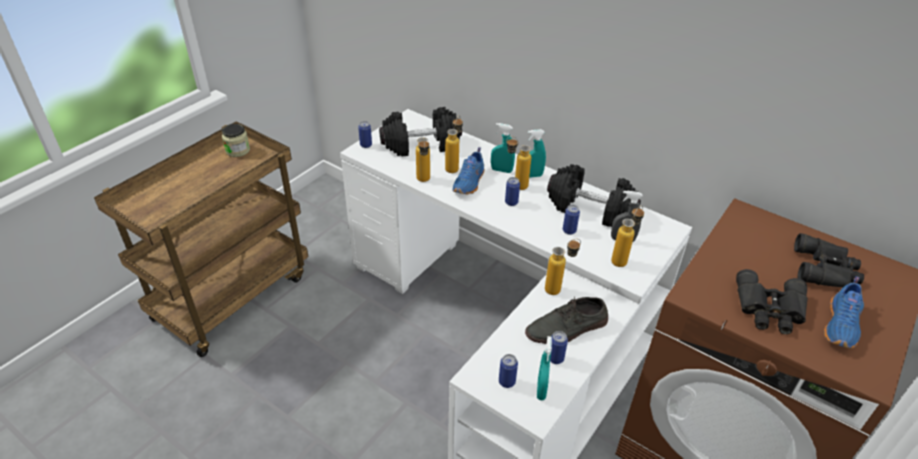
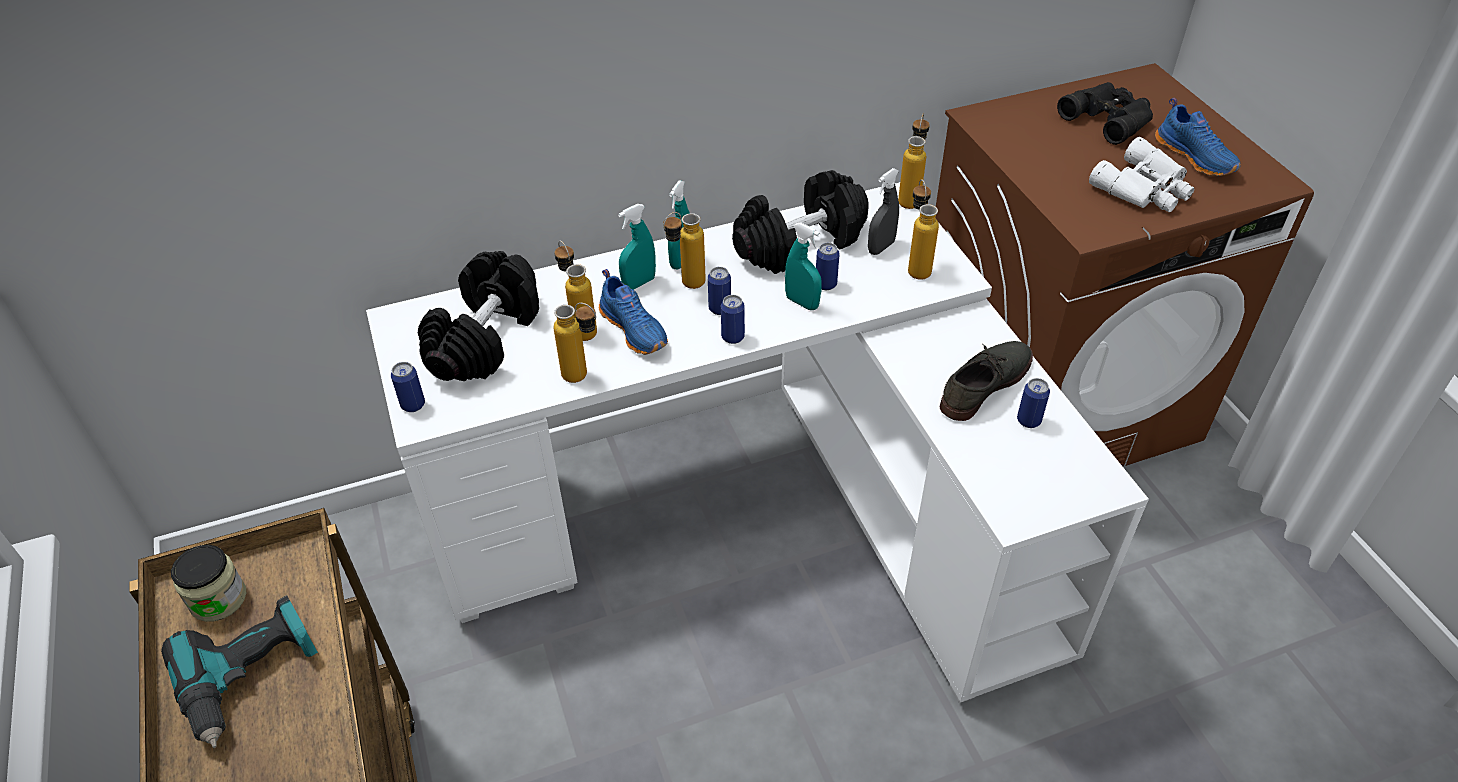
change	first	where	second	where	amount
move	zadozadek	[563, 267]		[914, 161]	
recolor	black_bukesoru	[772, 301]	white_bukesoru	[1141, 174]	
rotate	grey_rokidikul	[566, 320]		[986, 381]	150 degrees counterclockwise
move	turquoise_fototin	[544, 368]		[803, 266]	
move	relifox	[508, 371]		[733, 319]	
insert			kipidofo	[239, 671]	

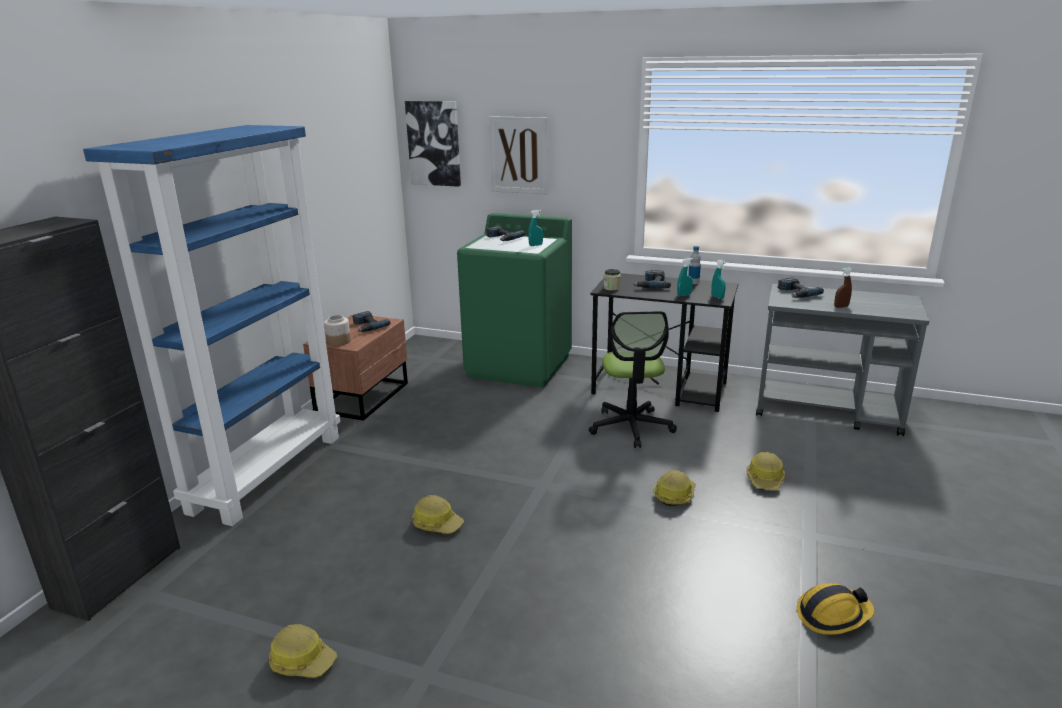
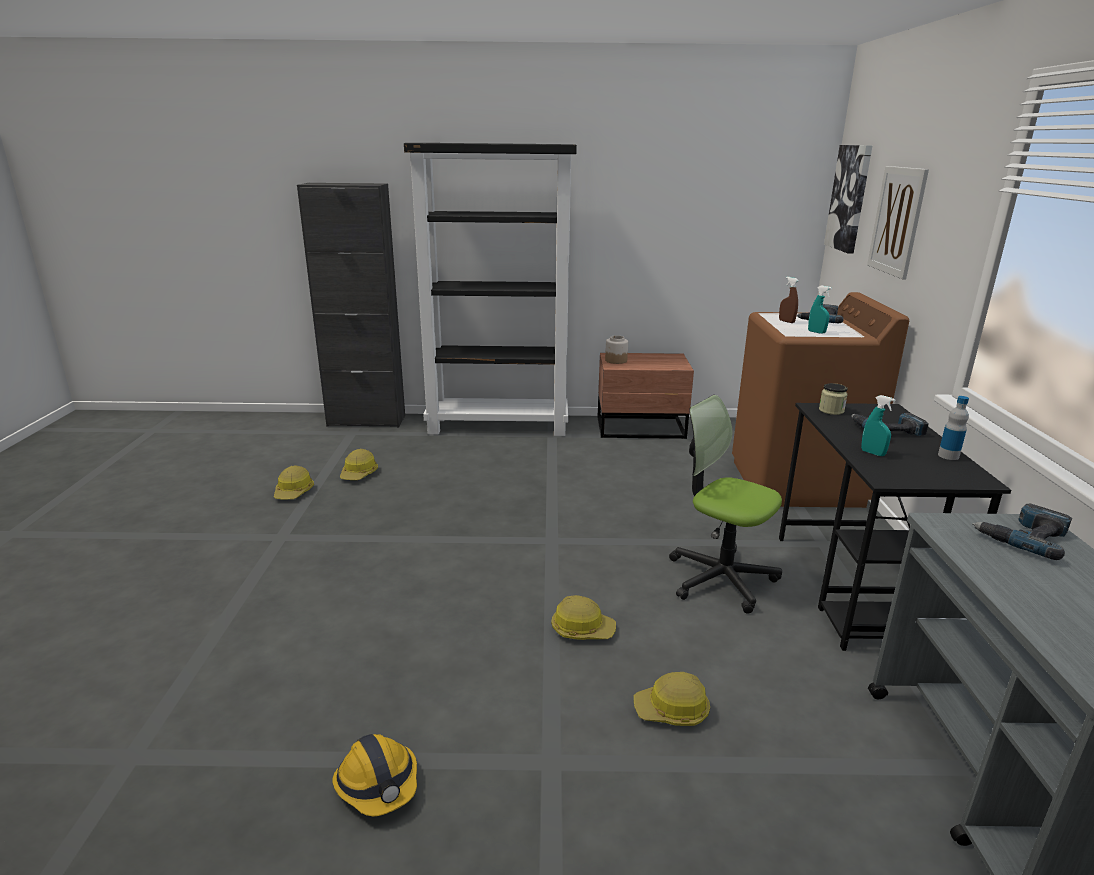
change	first	where	second	where	amount
recolor	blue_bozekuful	[211, 325]	black_bozekuful	[490, 289]	
recolor	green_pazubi	[514, 300]	brown_pazubi	[820, 400]	
delete	turquoise_fototin	[718, 279]			
move	brown_fototin	[843, 288]		[789, 300]	
delete	kipidofo	[371, 321]			
rotate	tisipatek	[633, 379]		[725, 504]	60 degrees clockwise
move	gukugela	[438, 514]		[359, 464]	

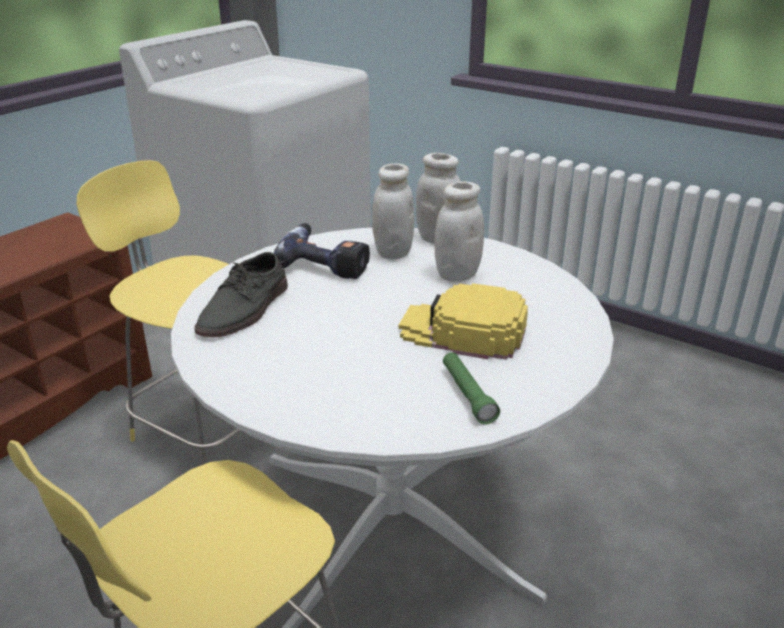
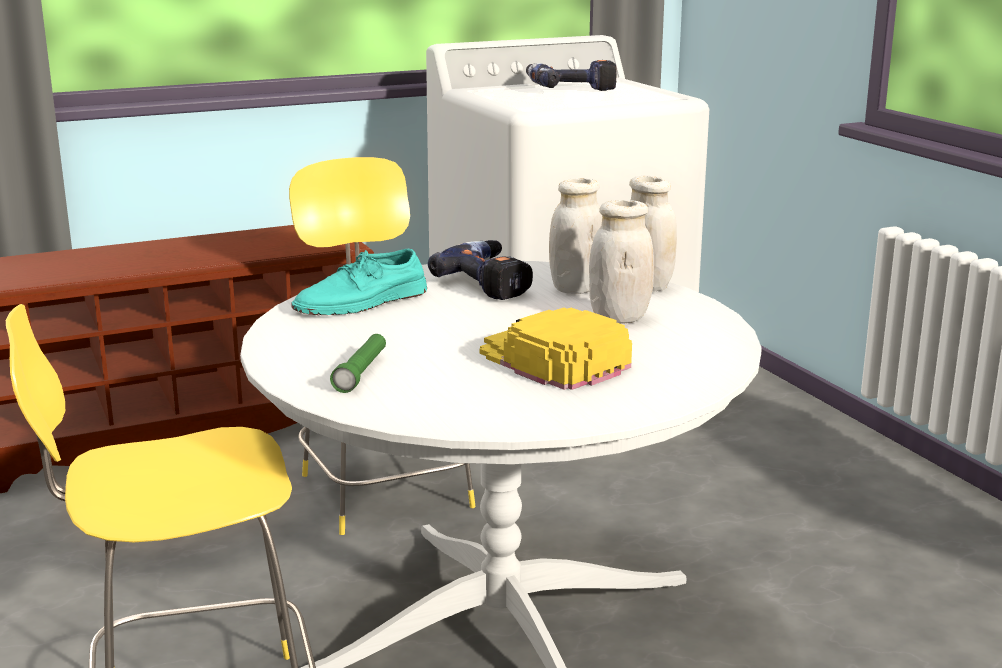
change	first	where	second	where	amount
recolor	grey_rokidikul	[241, 294]	turquoise_rokidikul	[359, 282]	
move	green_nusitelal	[471, 388]		[358, 363]	
insert			kipidofo	[571, 75]	

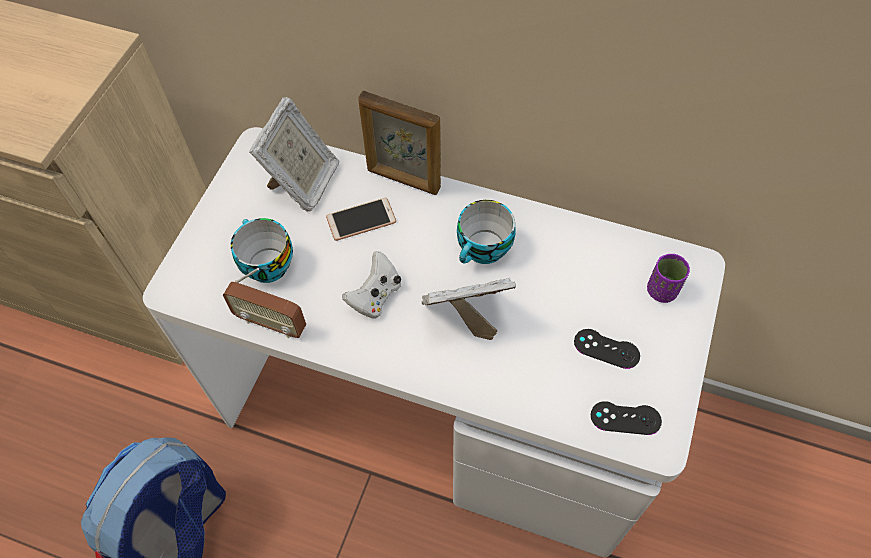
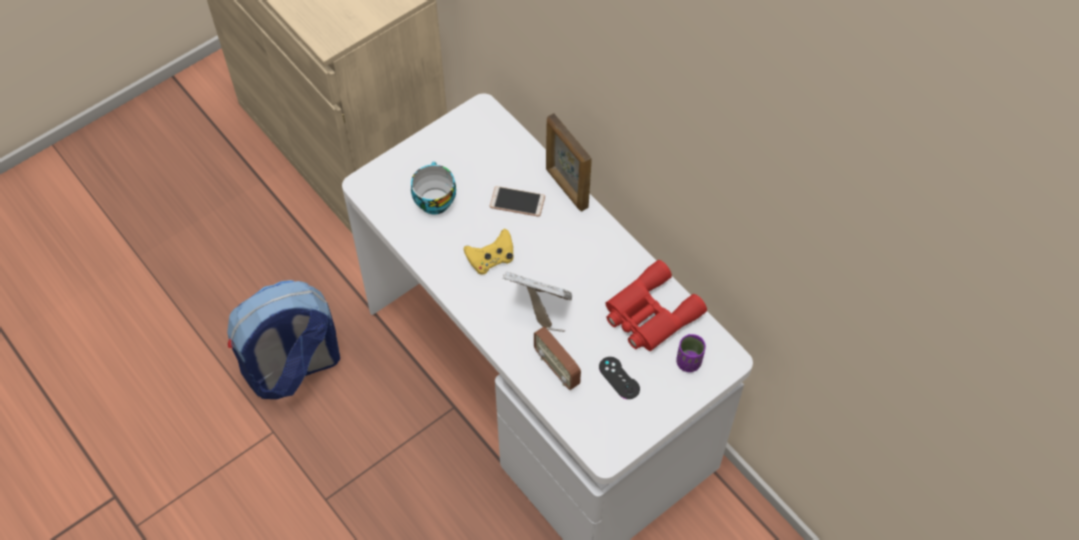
change	first	where	second	where	amount
delete	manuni	[294, 154]			
delete	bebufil	[486, 232]			
recolor	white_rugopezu	[371, 285]	yellow_rugopezu	[489, 251]	
move	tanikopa	[264, 303]		[557, 358]	
delete	black_rugopezu	[626, 418]			
insert			red_bukesoru	[656, 305]	

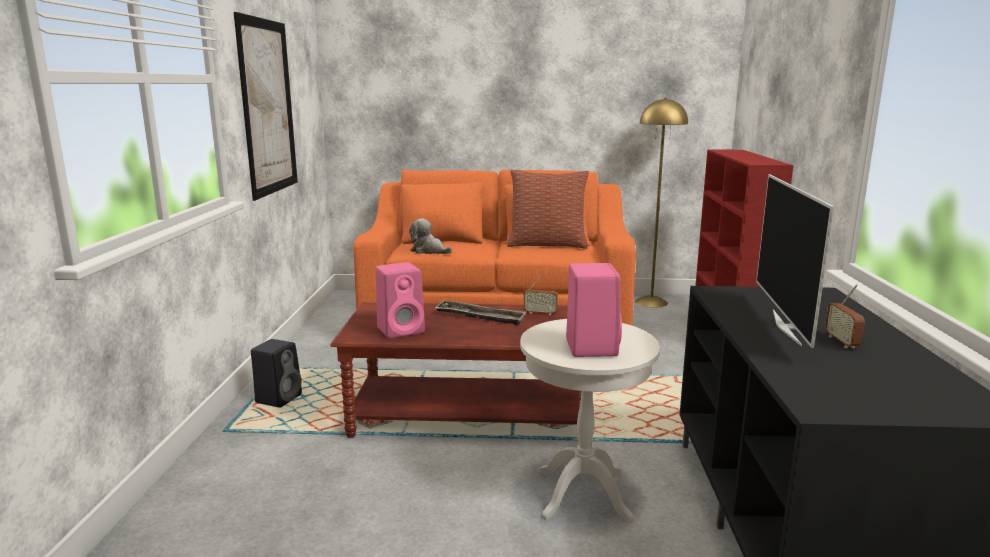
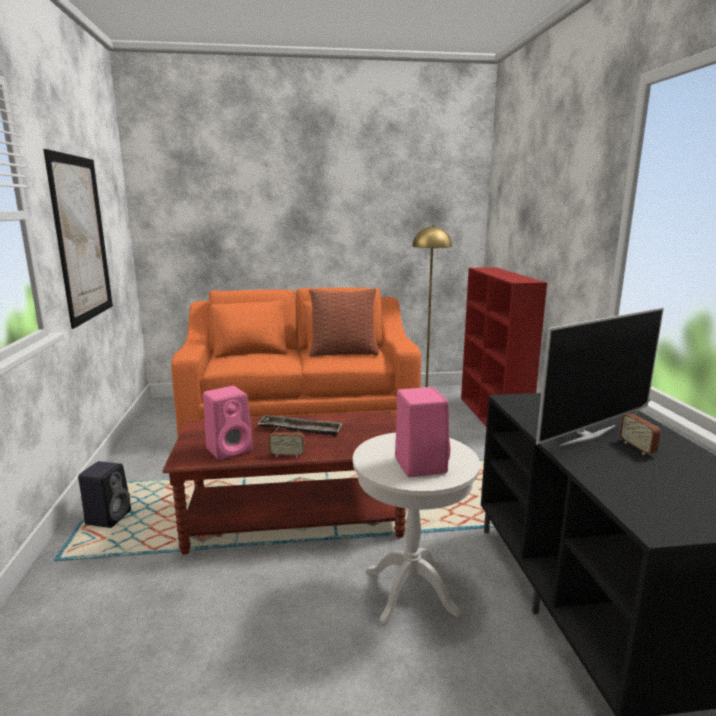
change	first	where	second	where	amount
rotate	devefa	[795, 261]		[600, 377]	120 degrees counterclockwise
delete	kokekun	[430, 236]			
move	tanikopa	[540, 294]		[287, 436]	

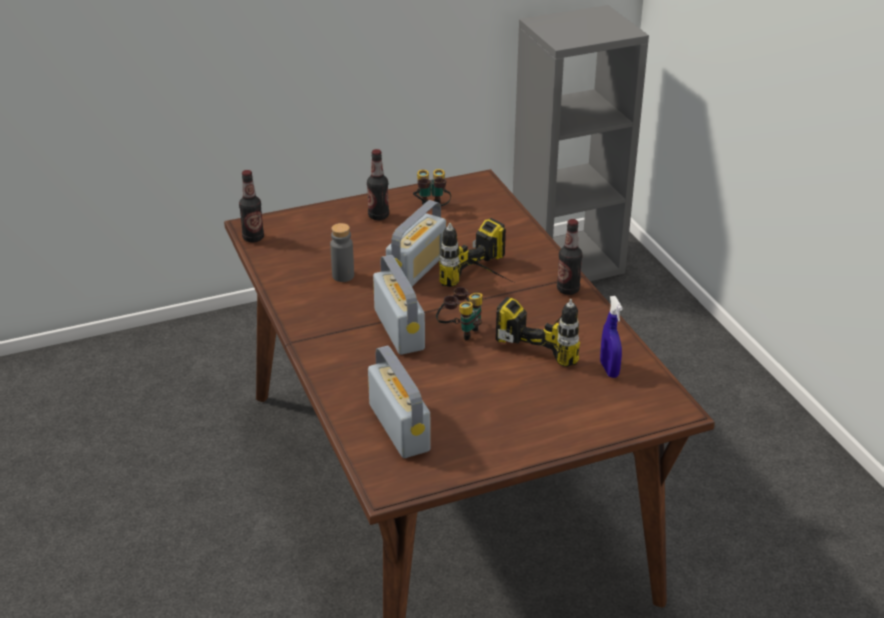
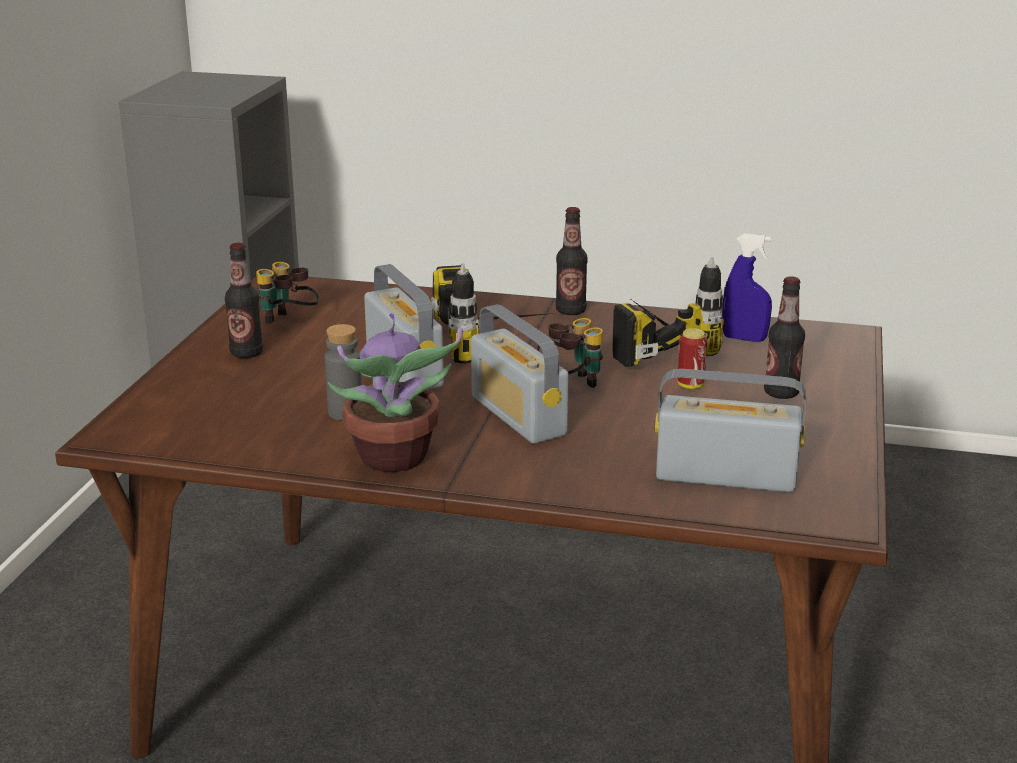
change	first	where	second	where	amount
move	zadozadek	[251, 206]		[784, 337]	
rotate	tanikopa	[399, 305]		[520, 374]	135 degrees counterclockwise
insert			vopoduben	[395, 392]	
insert			relifox	[692, 358]	

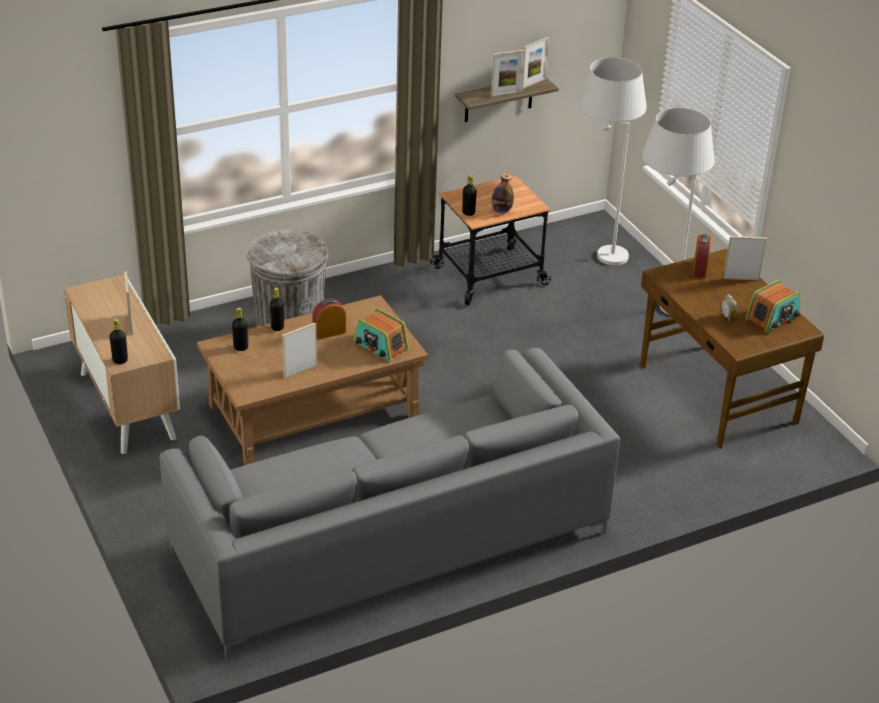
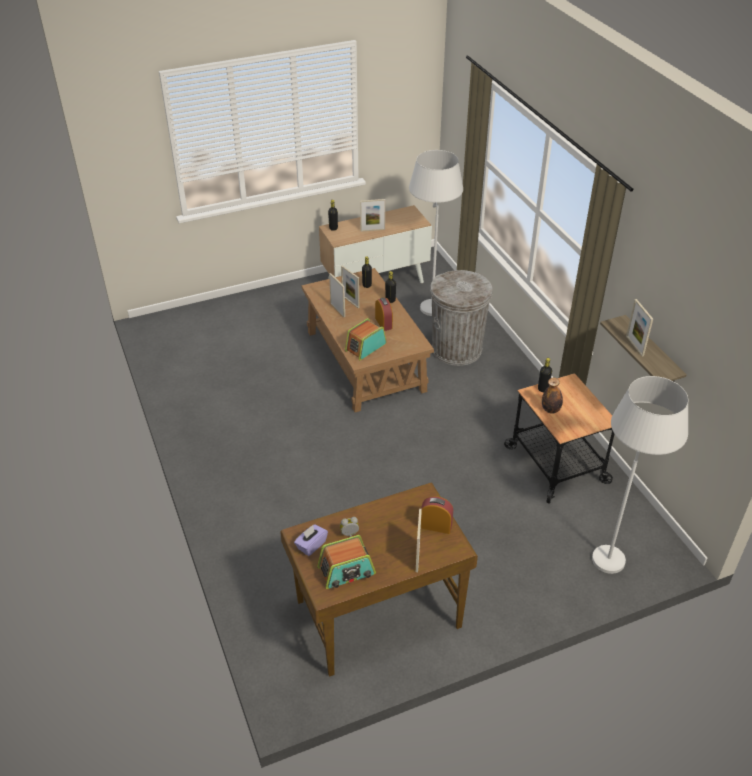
change	first	where	second	where	amount
move	manuni	[536, 63]		[350, 286]	
move	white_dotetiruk	[678, 211]		[436, 233]	
rotate	tanikopa	[772, 306]		[346, 562]	75 degrees counterclockwise
delete	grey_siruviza	[390, 504]			
insert			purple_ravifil	[311, 540]	

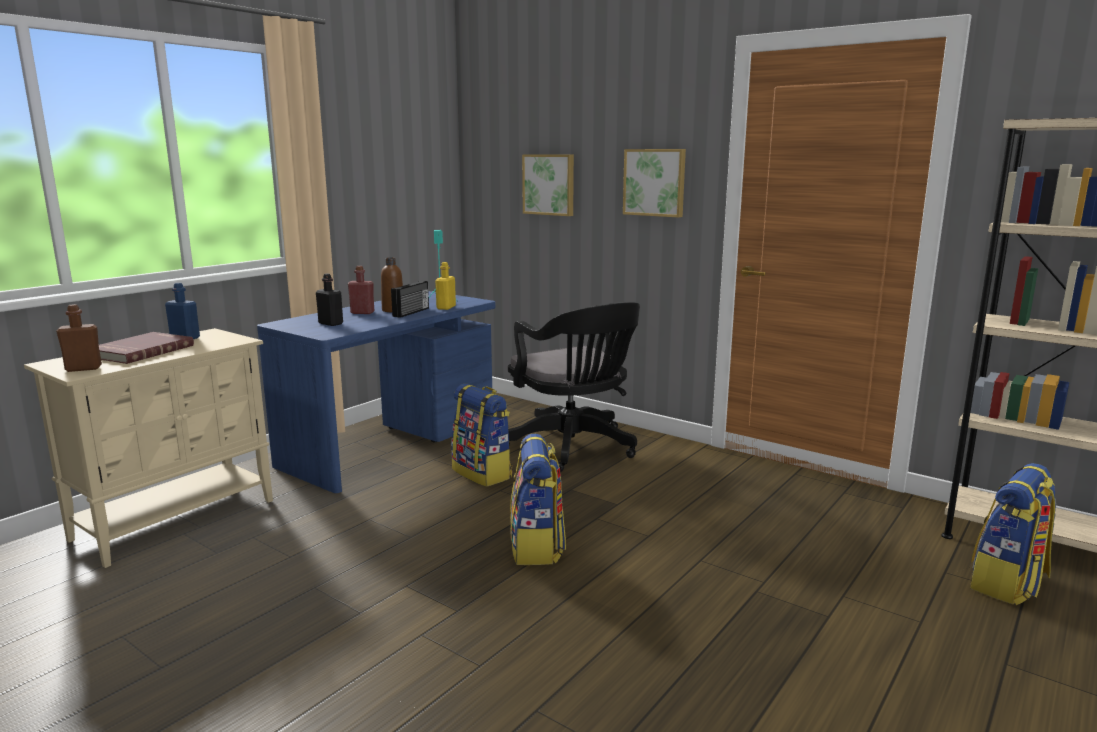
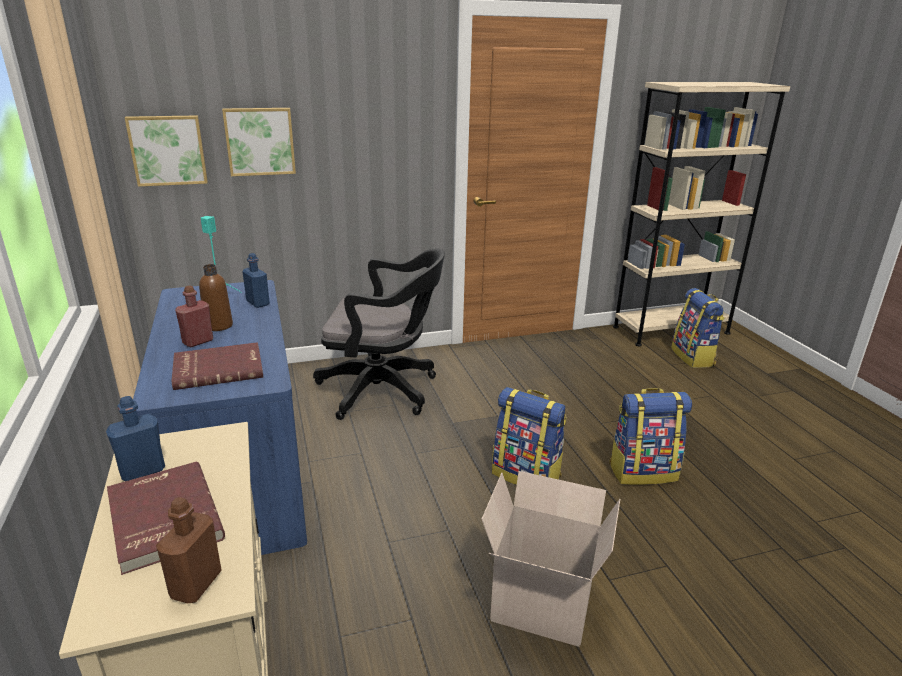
change	first	where	second	where	amount
move	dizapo	[654, 183]		[166, 151]	
recolor	yellow_zadozadek	[445, 286]	blue_zadozadek	[256, 280]	
replace	black_zadozadek	[329, 300]	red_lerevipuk	[217, 366]	
delete	tanikopa	[410, 299]			
move	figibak	[482, 435]		[650, 436]	
insert			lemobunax	[551, 559]	

